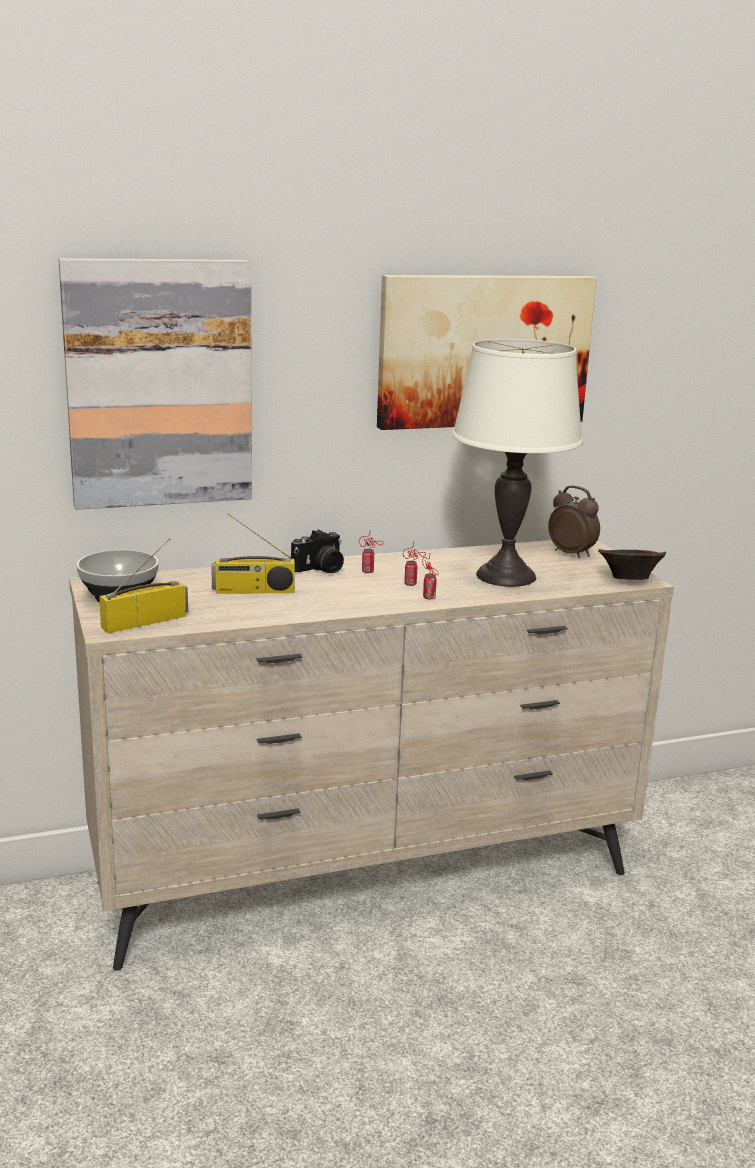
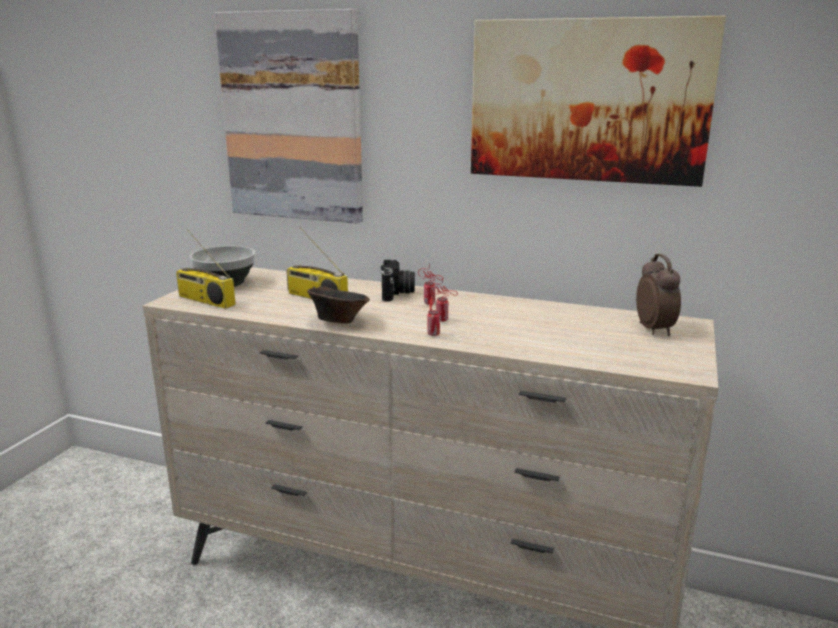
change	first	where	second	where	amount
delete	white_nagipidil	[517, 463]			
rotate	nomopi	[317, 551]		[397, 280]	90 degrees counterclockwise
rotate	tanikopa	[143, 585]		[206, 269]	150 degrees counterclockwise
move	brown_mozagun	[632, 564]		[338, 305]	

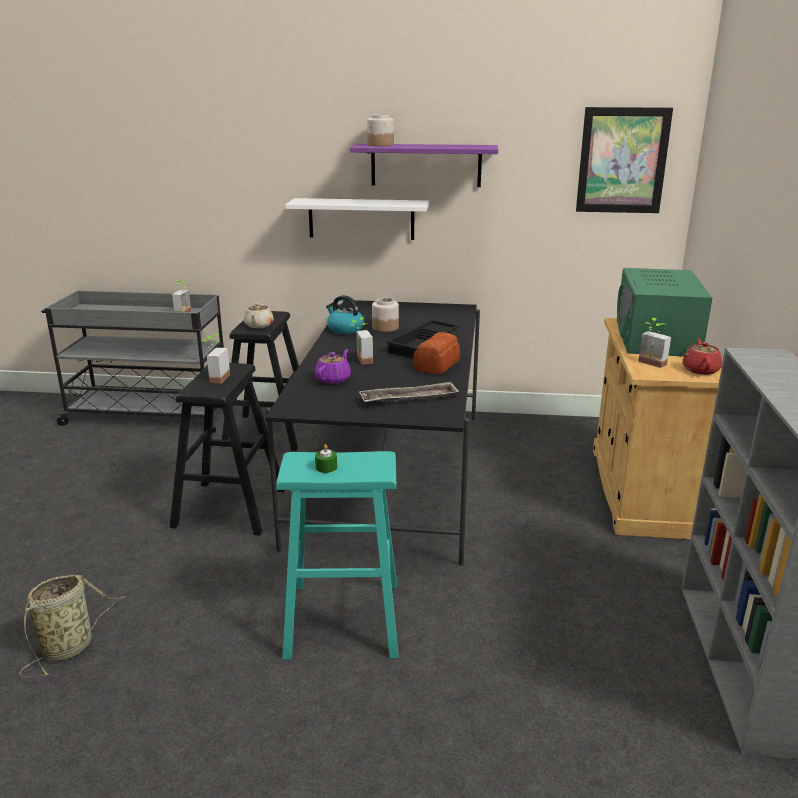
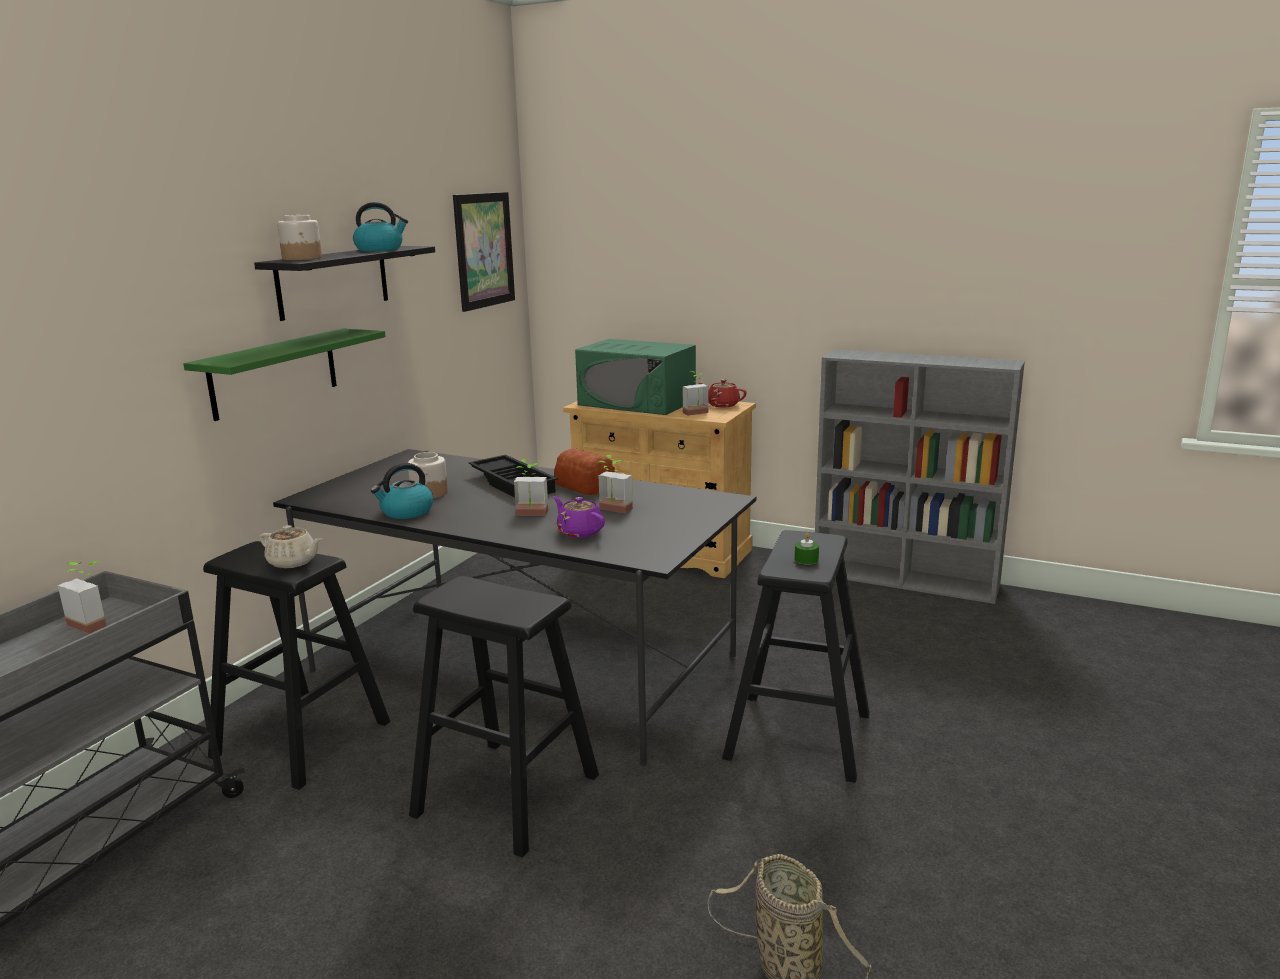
change	first	where	second	where	amount
recolor	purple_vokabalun	[424, 165]	black_vokabalun	[344, 283]	
recolor	white_vokabalun	[357, 219]	green_vokabalun	[284, 374]	
move	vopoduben	[215, 359]		[615, 484]	
delete	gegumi	[409, 392]			
recolor	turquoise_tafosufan	[337, 555]	black_tafosufan	[796, 656]	
insert			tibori	[380, 226]	

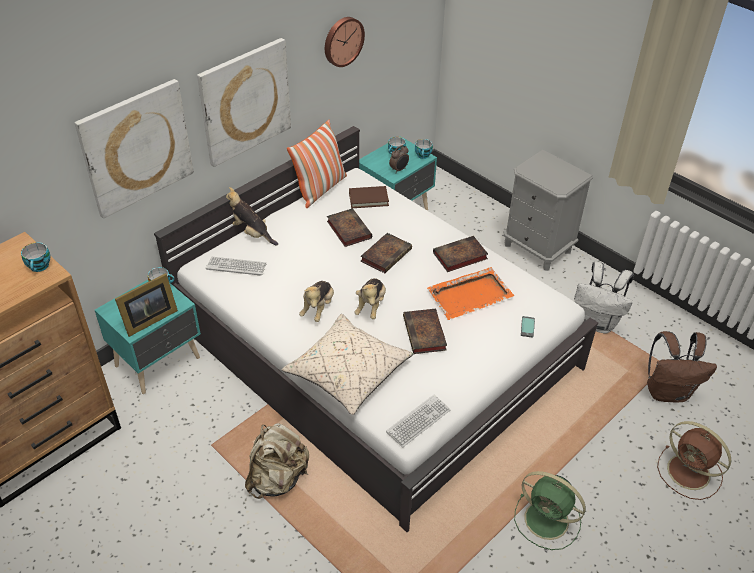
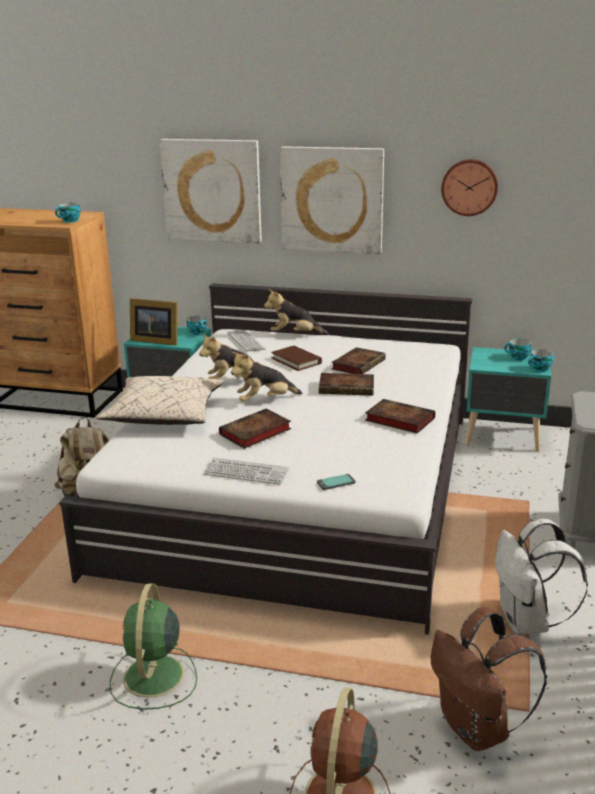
change	first	where	second	where	amount
delete	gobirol	[317, 164]			
delete	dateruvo	[399, 159]			
move	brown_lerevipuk	[369, 197]		[296, 358]	
rotate	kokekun	[252, 216]		[296, 312]	90 degrees counterclockwise
delete	orange_gegumi	[470, 293]			
move	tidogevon	[418, 421]		[246, 471]	

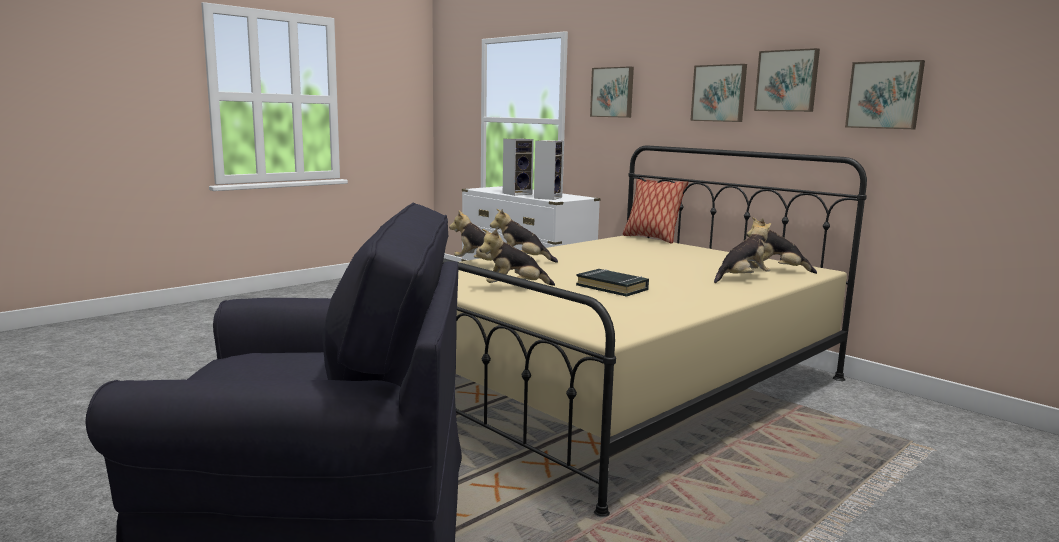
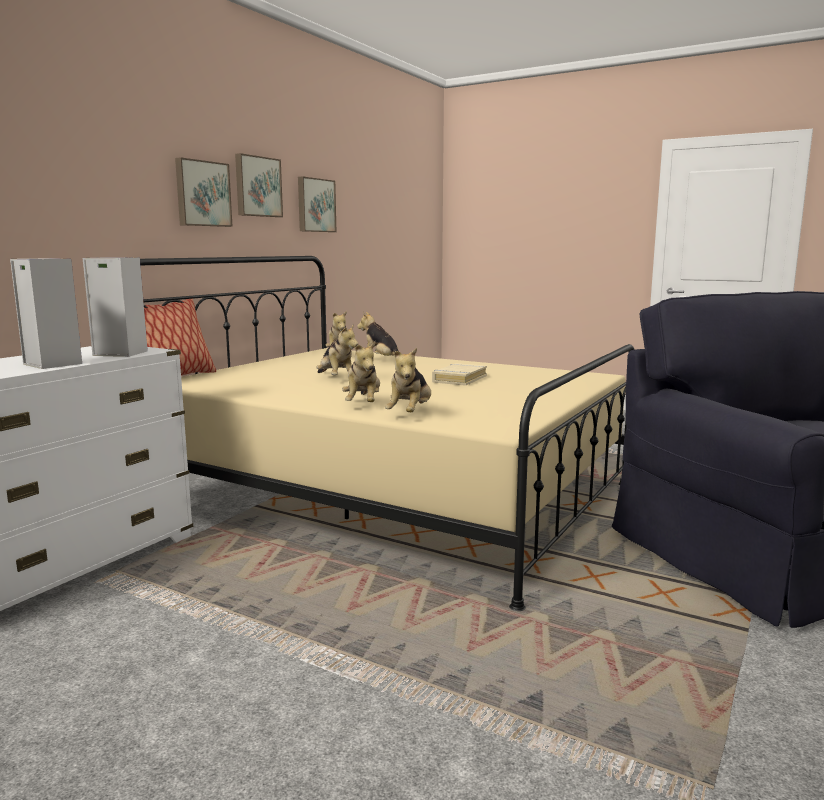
change	first	where	second	where	amount
delete	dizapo	[612, 92]			
move	kokekun	[517, 257]		[337, 349]	
recolor	black_lerevipuk	[612, 283]	beige_lerevipuk	[459, 374]	

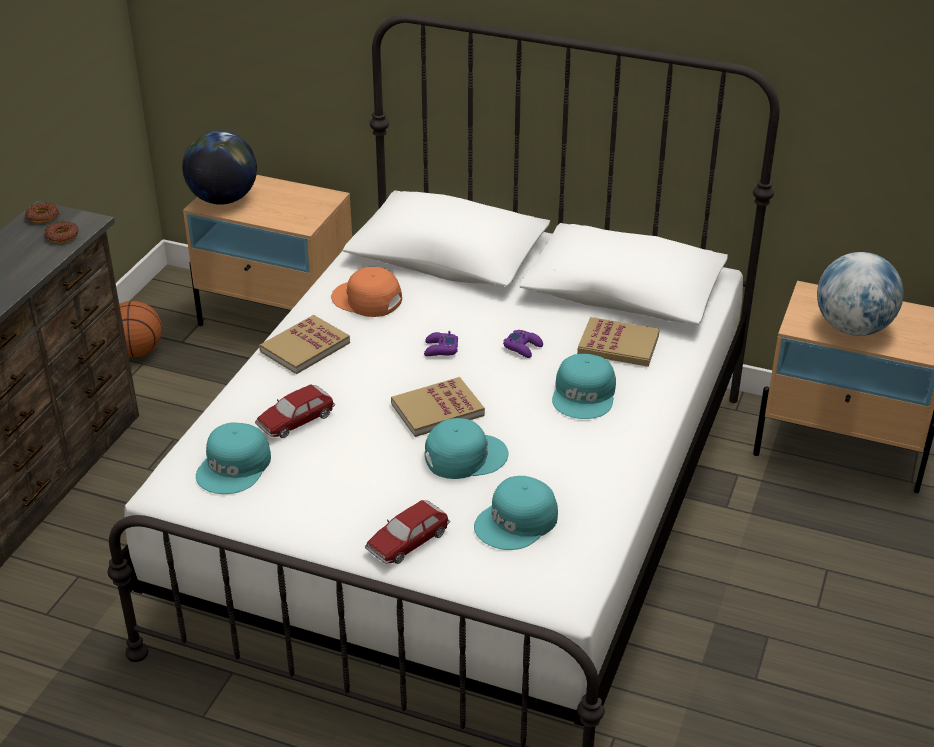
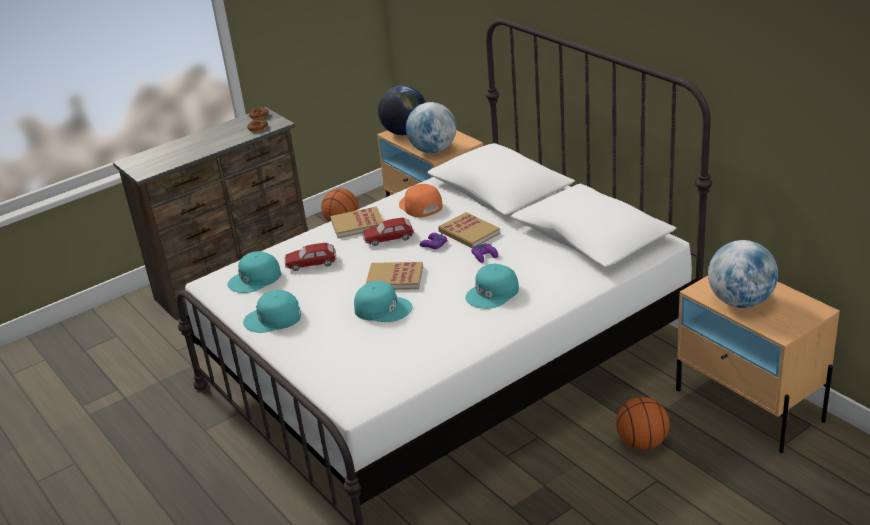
change	first	where	second	where	amount
move	lerevipuk	[618, 342]		[469, 230]	
move	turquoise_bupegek	[516, 513]		[272, 311]	
move	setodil	[407, 532]		[388, 232]	
insert			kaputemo	[431, 127]	
insert			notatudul	[642, 423]	

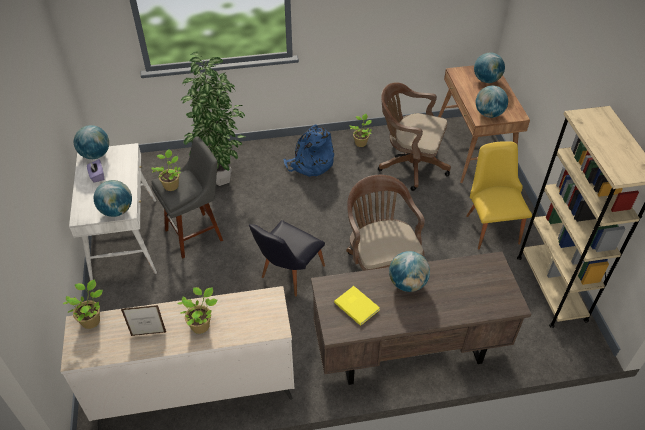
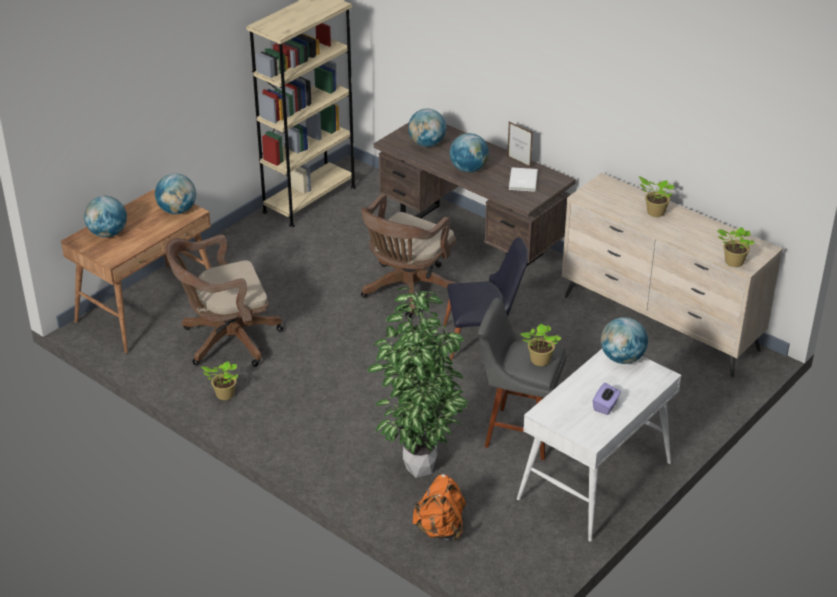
change	first	where	second	where	amount
rotate	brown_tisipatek	[414, 136]		[224, 301]	90 degrees clockwise
move	kaputemo	[91, 142]		[427, 128]	
delete	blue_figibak	[308, 151]			
delete	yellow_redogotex	[499, 195]			
recolor	yellow_lerevipuk	[357, 306]	white_lerevipuk	[523, 179]	
move	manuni	[143, 320]		[520, 145]	
insert			orange_figibak	[439, 508]	

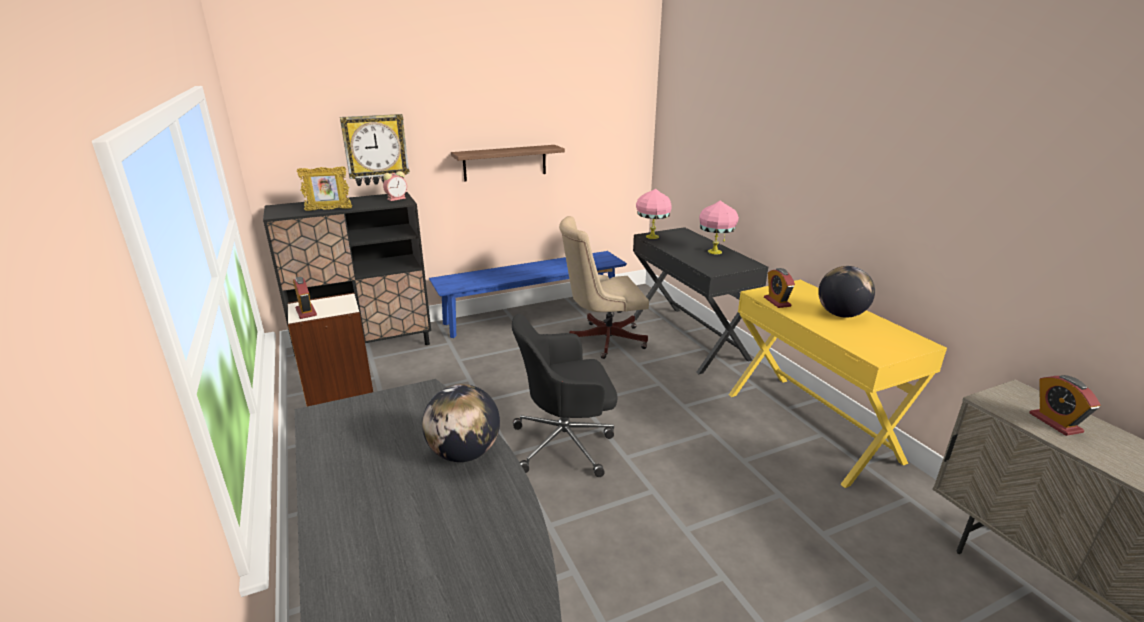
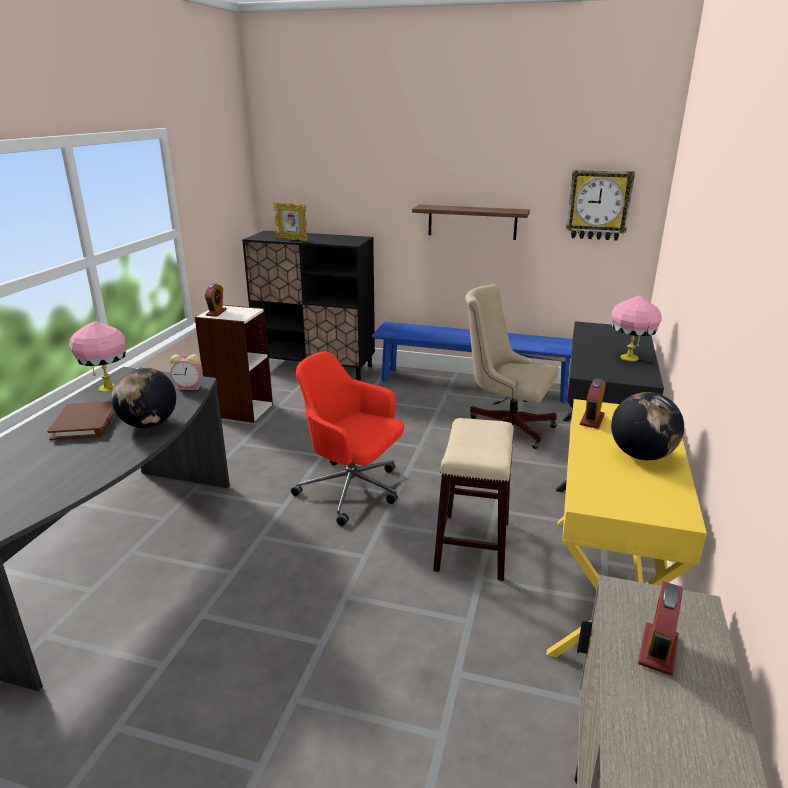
change	first	where	second	where	amount
move	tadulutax	[375, 150]		[600, 205]	
move	dateruvo	[395, 186]		[186, 372]	
move	pink_nagipidil	[654, 214]		[97, 356]	
recolor	black_tisipatek	[565, 395]	red_tisipatek	[347, 438]	
insert			brown_lerevipuk	[81, 420]	
insert			tafosufan	[473, 499]	

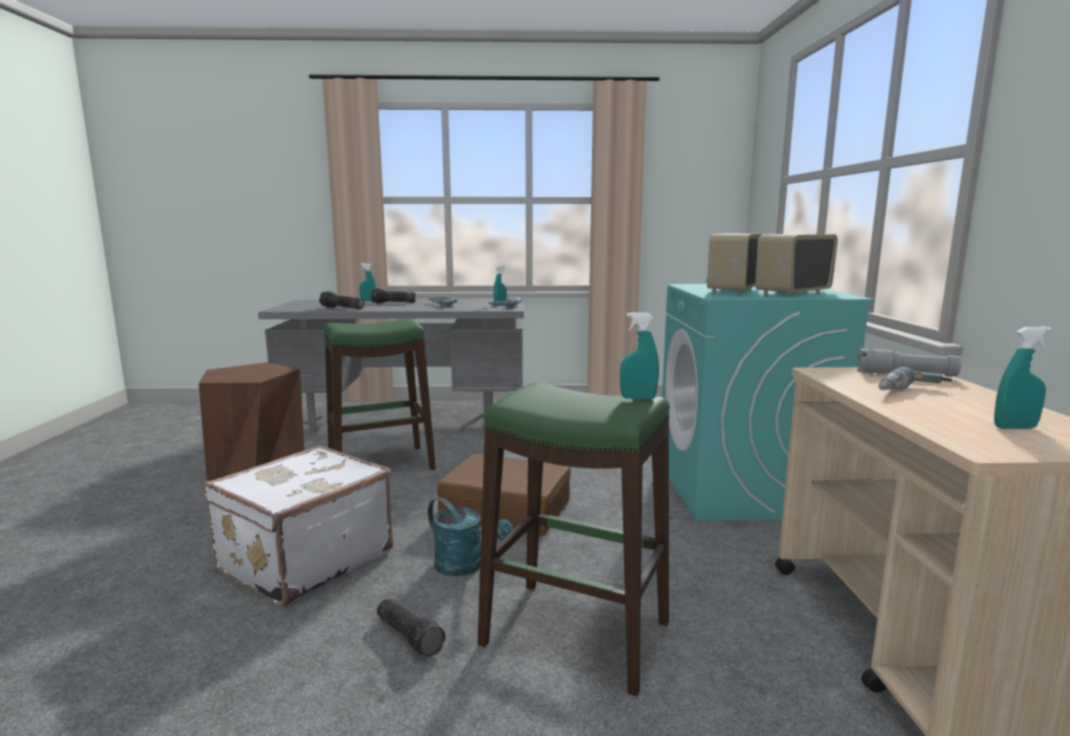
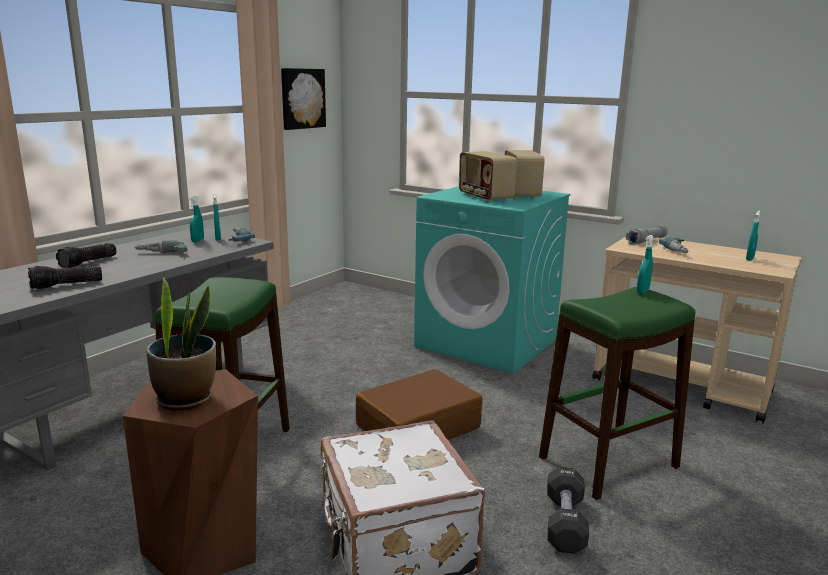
change	first	where	second	where	amount
move	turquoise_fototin	[367, 282]		[196, 219]	
delete	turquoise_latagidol	[470, 536]			
replace	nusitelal	[411, 627]	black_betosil	[568, 510]	
insert			dizapo	[303, 99]	
insert			vopoduben	[181, 344]	

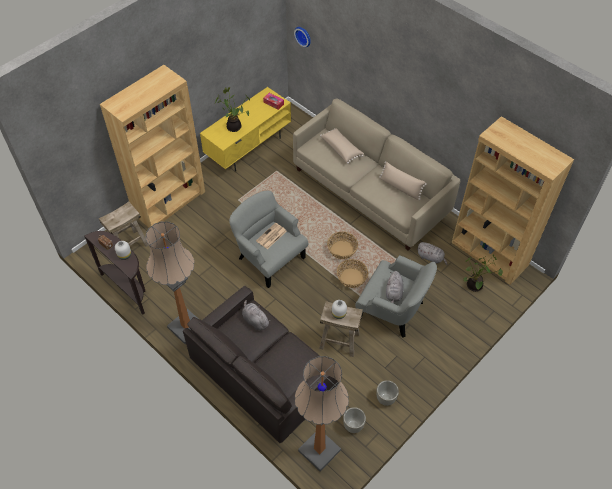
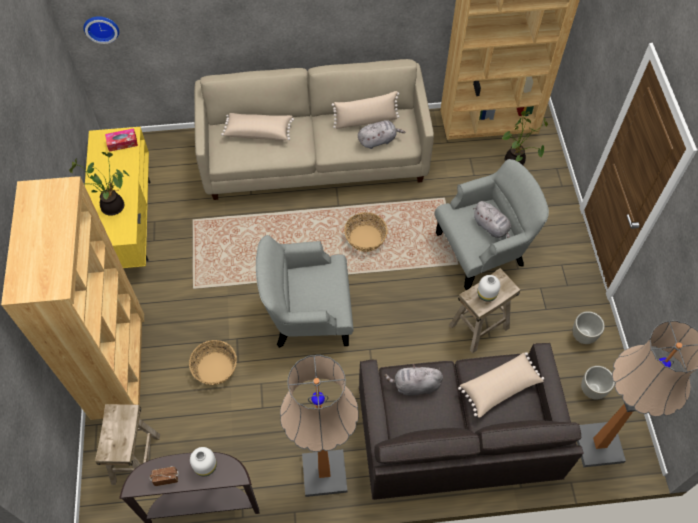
change	first	where	second	where	amount
delete	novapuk	[271, 236]			
move	grey_kokekun	[432, 253]		[381, 134]	
move	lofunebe	[352, 273]		[213, 362]	
insert			beige_gobirol	[501, 385]	

